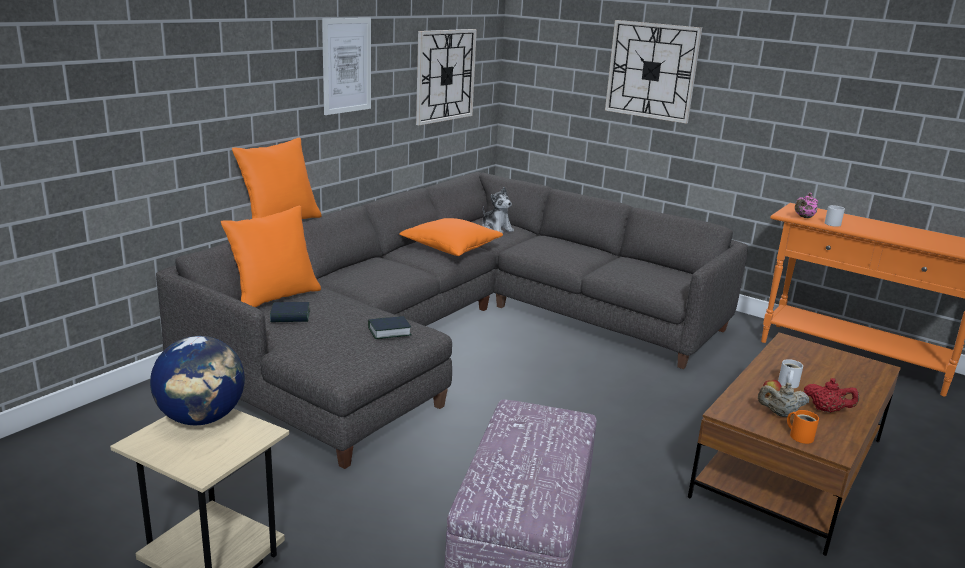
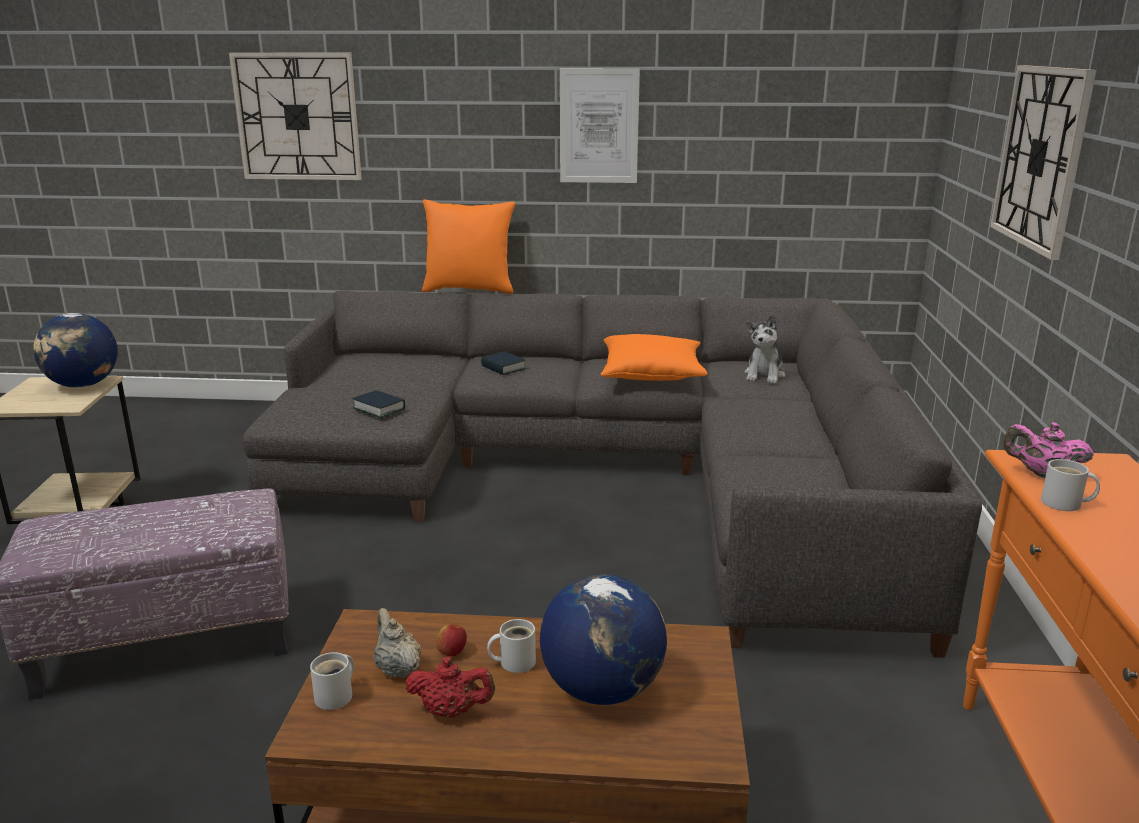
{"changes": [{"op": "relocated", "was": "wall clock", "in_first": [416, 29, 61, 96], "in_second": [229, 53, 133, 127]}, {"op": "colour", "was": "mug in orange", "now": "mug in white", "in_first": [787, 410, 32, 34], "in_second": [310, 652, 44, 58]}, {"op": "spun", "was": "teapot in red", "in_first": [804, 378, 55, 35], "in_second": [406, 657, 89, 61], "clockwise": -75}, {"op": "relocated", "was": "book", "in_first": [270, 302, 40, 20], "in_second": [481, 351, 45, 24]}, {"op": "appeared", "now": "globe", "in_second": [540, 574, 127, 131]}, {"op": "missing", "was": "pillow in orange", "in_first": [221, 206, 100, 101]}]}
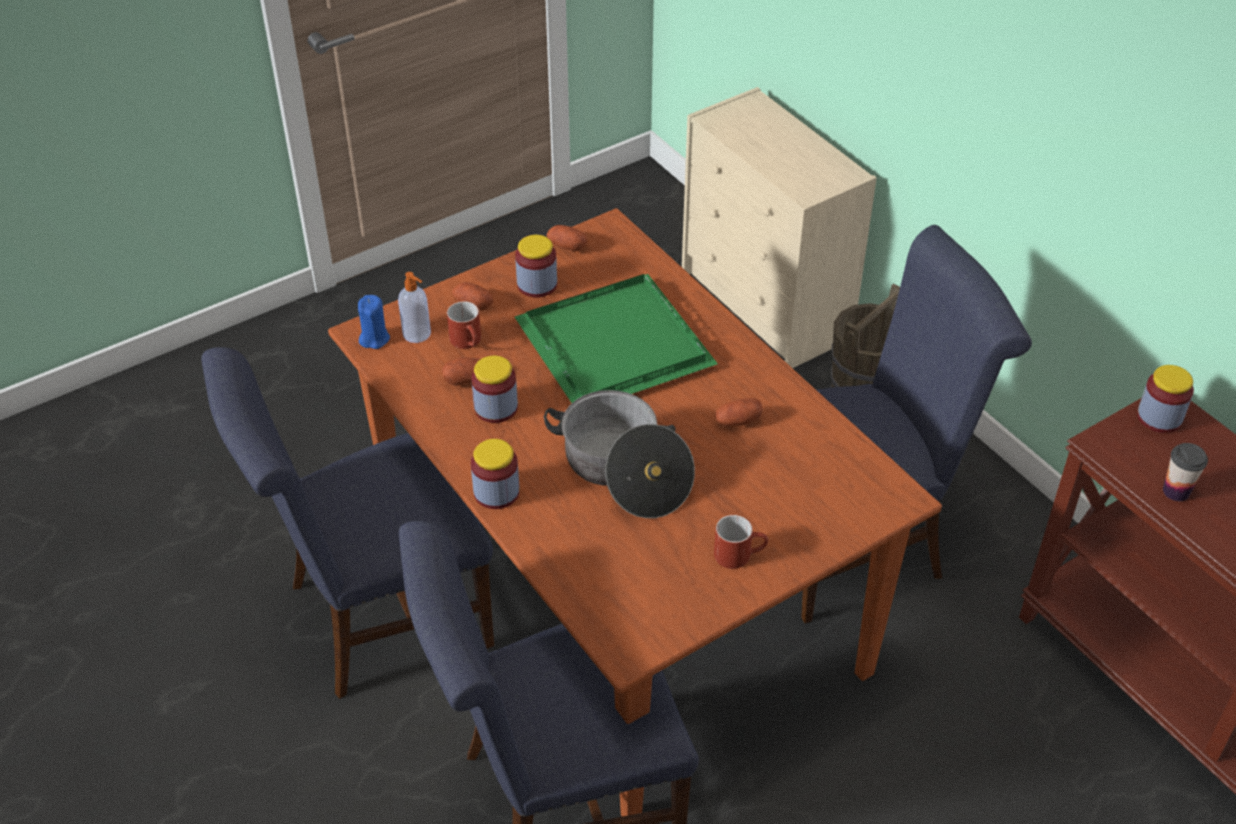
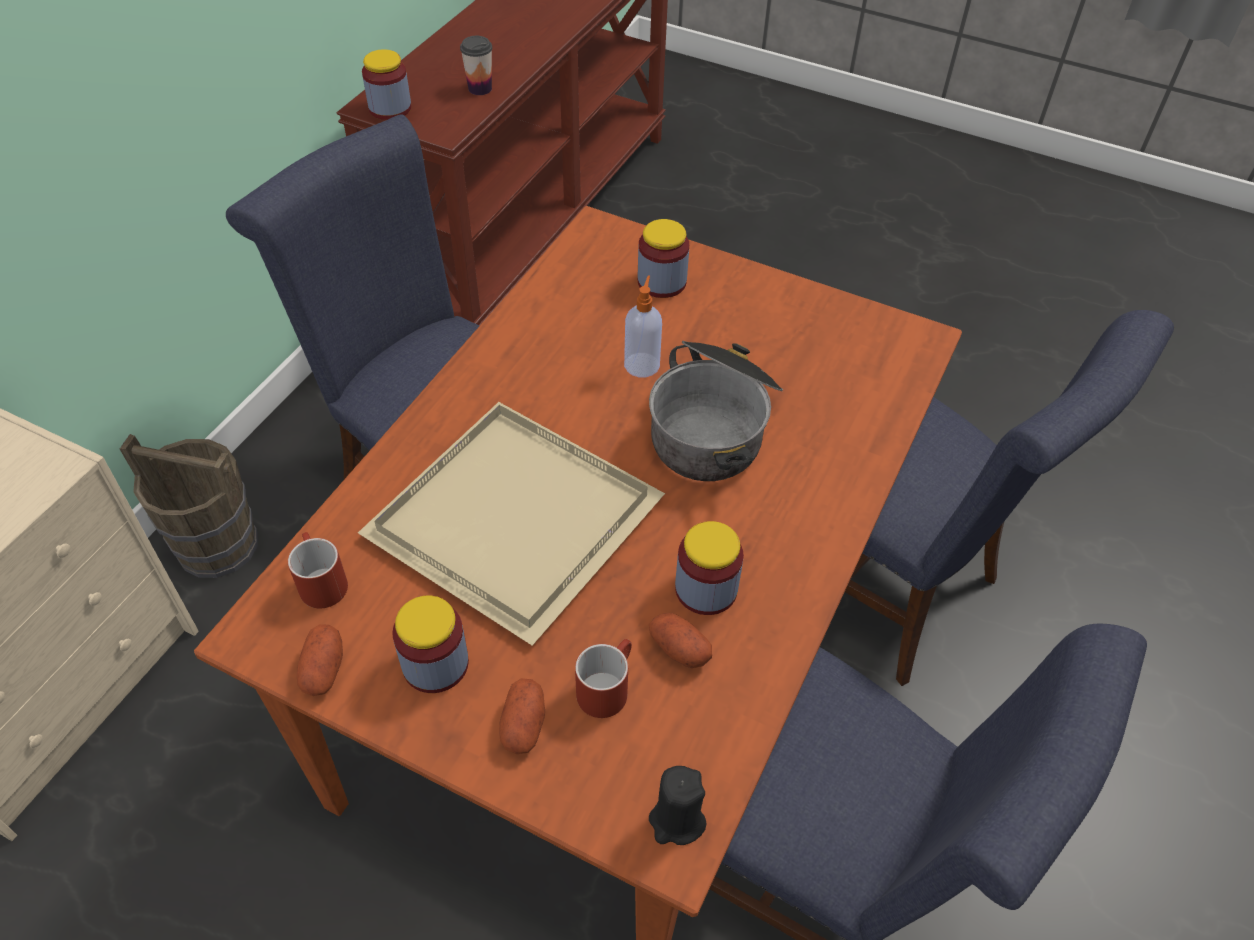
{"changes": [{"op": "relocated", "was": "mug in red", "in_first": [714, 515, 54, 54], "in_second": [288, 532, 60, 76]}, {"op": "colour", "was": "tray in green", "now": "tray in beige", "in_first": [515, 274, 203, 129], "in_second": [358, 402, 307, 244]}, {"op": "relocated", "was": "soap dispenser", "in_first": [398, 272, 33, 71], "in_second": [624, 275, 38, 102]}, {"op": "relocated", "was": "jar", "in_first": [471, 439, 49, 70], "in_second": [638, 219, 51, 79]}, {"op": "colour", "was": "candle in blue", "now": "candle in black", "in_first": [358, 295, 32, 54], "in_second": [649, 766, 57, 79]}, {"op": "missing", "was": "potato", "in_first": [715, 398, 48, 28]}]}
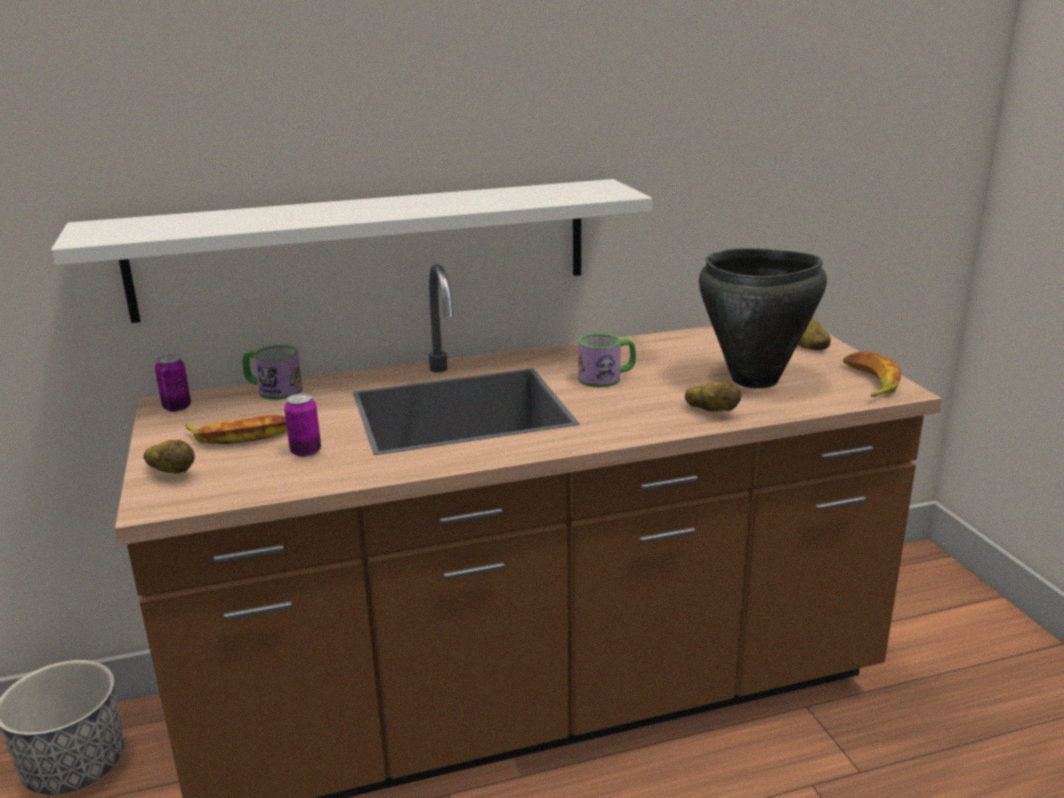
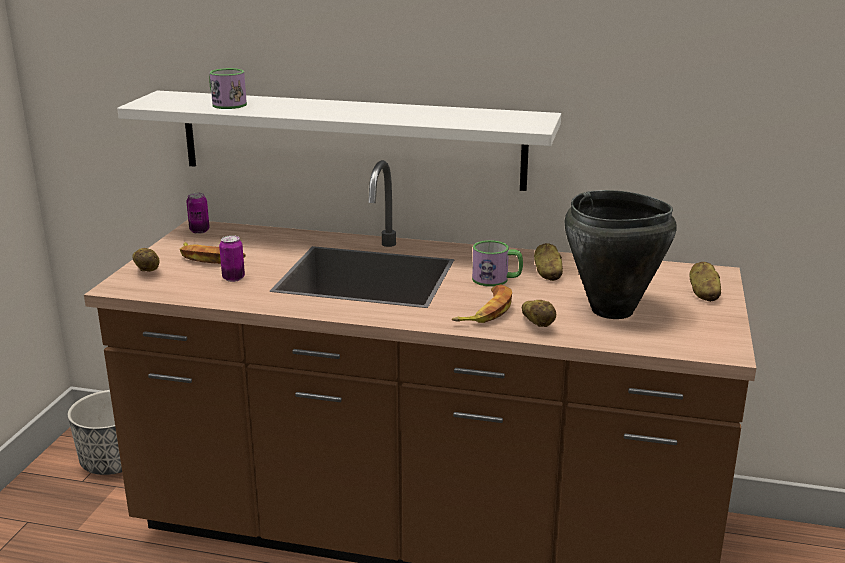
{"changes": [{"op": "relocated", "was": "mug", "in_first": [242, 345, 60, 55], "in_second": [209, 68, 38, 41]}, {"op": "relocated", "was": "banana", "in_first": [843, 351, 58, 46], "in_second": [452, 285, 60, 38]}, {"op": "appeared", "now": "potato", "in_second": [534, 243, 29, 38]}]}
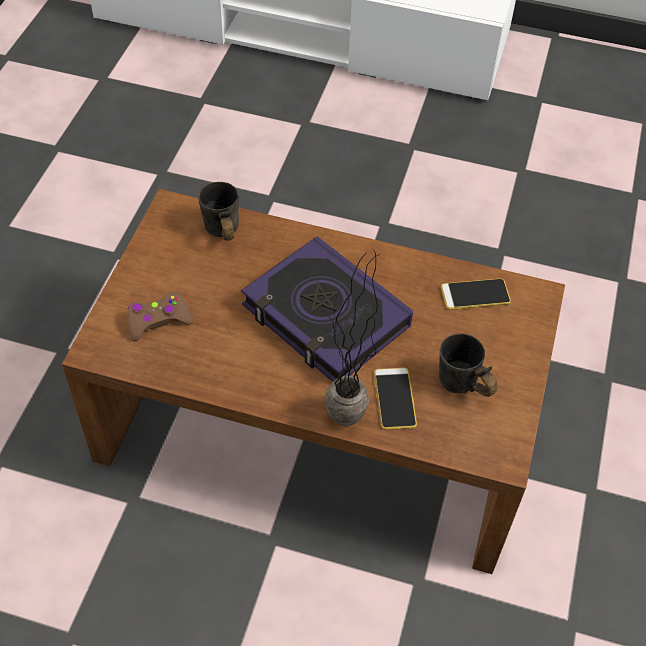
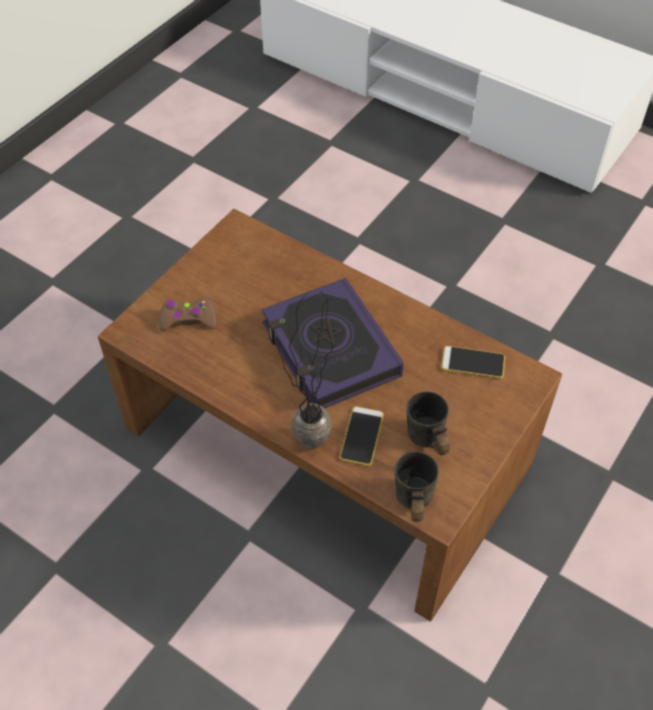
{"changes": [{"op": "relocated", "was": "mug in grey", "in_first": [198, 182, 41, 59], "in_second": [395, 452, 44, 70]}]}
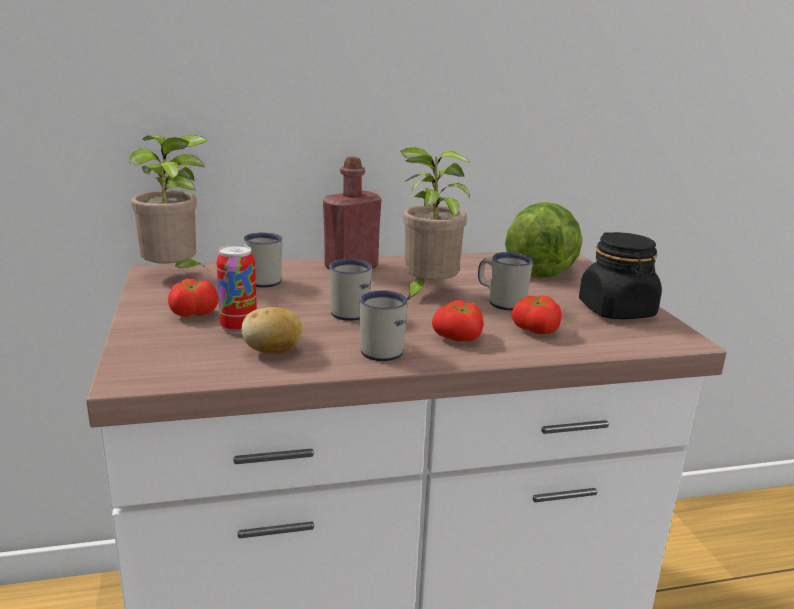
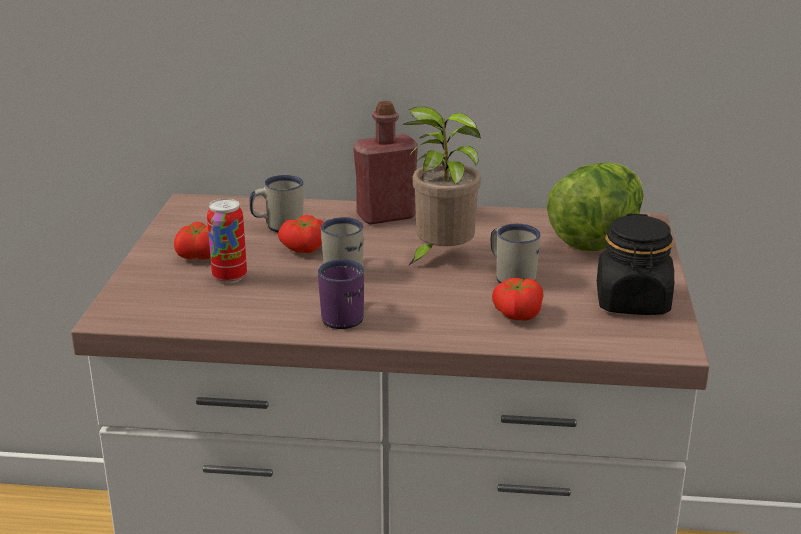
{"changes": [{"op": "relocated", "was": "tomato", "in_first": [432, 300, 51, 42], "in_second": [278, 215, 46, 39]}, {"op": "colour", "was": "mug in white", "now": "mug in purple", "in_first": [360, 290, 47, 71], "in_second": [318, 259, 46, 70]}, {"op": "missing", "was": "potted plant", "in_first": [129, 135, 79, 133]}, {"op": "missing", "was": "potato", "in_first": [242, 307, 61, 47]}]}
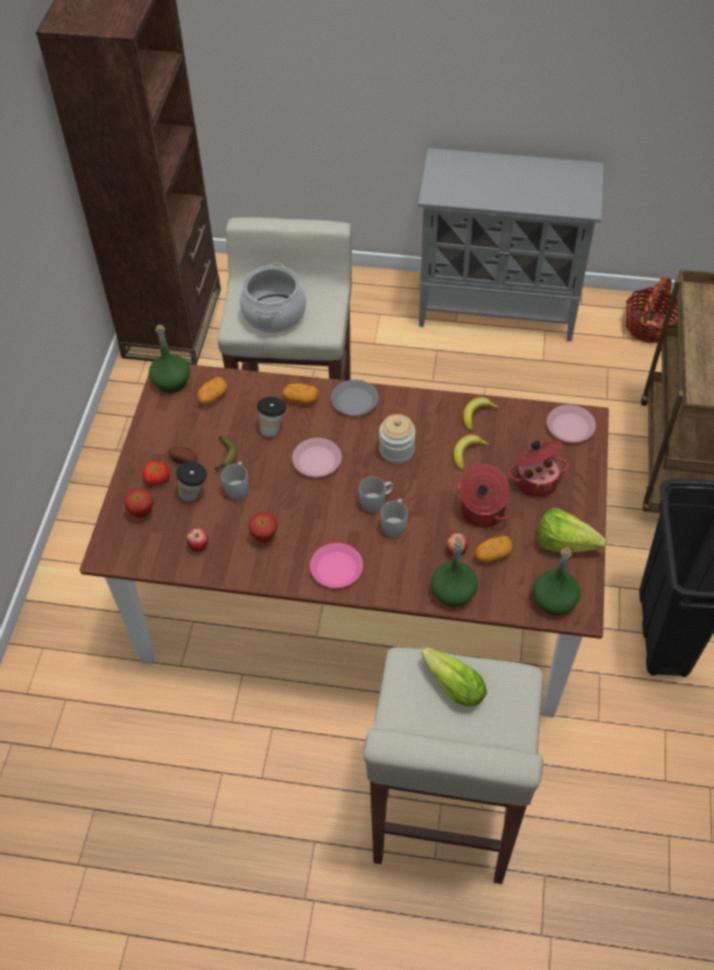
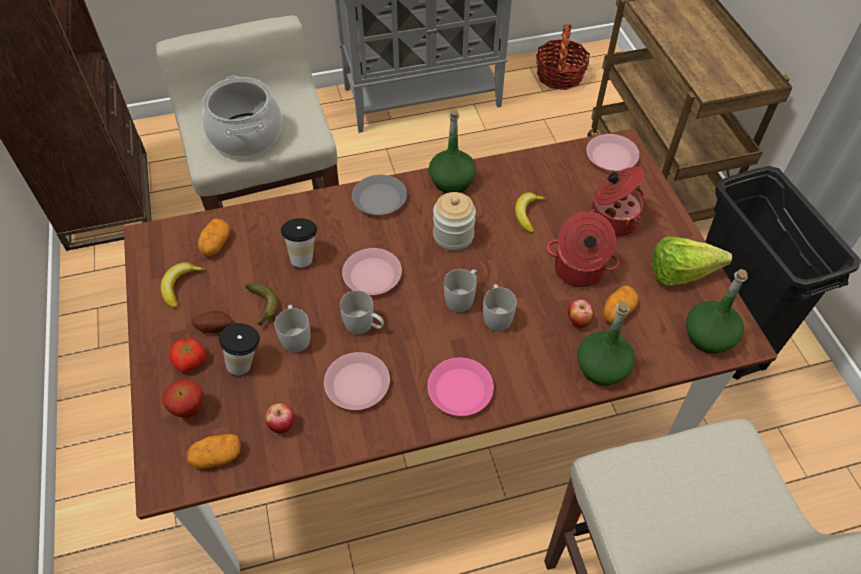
{"changes": [{"op": "relocated", "was": "banana", "in_first": [463, 397, 36, 33], "in_second": [161, 262, 44, 46]}, {"op": "relocated", "was": "potato", "in_first": [282, 383, 36, 21], "in_second": [187, 434, 54, 35]}, {"op": "exchanged", "was": "apple", "now": "plate in pink", "in_first": [248, 512, 29, 31], "in_second": [324, 352, 66, 58]}, {"op": "appeared", "now": "mug in white", "in_second": [340, 290, 44, 44]}, {"op": "relocated", "was": "bottle in green", "in_first": [149, 324, 41, 69], "in_second": [429, 109, 47, 84]}, {"op": "missing", "was": "lettuce", "in_first": [421, 647, 66, 59]}]}
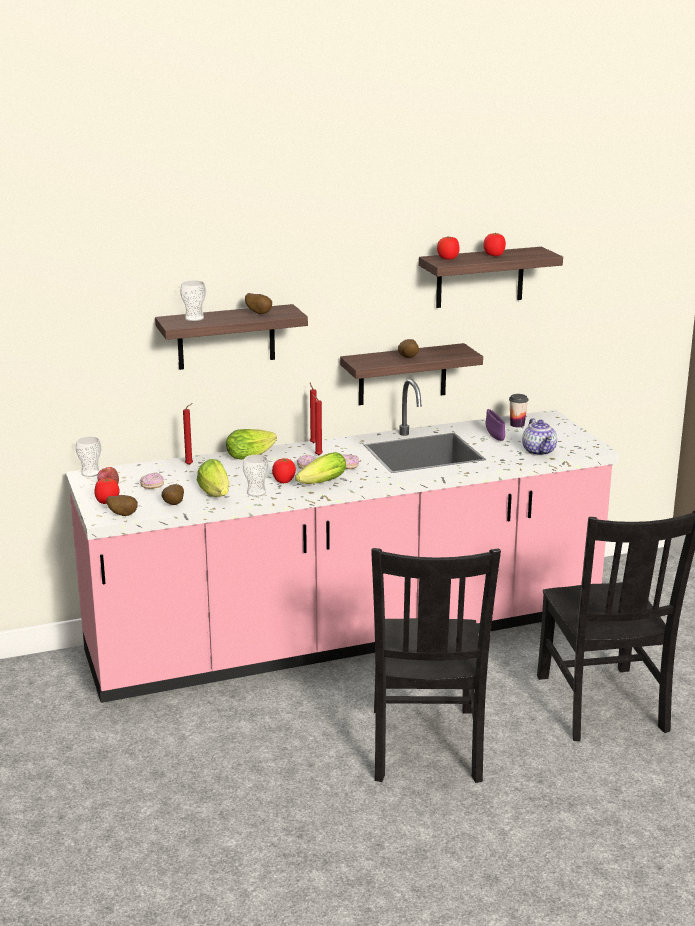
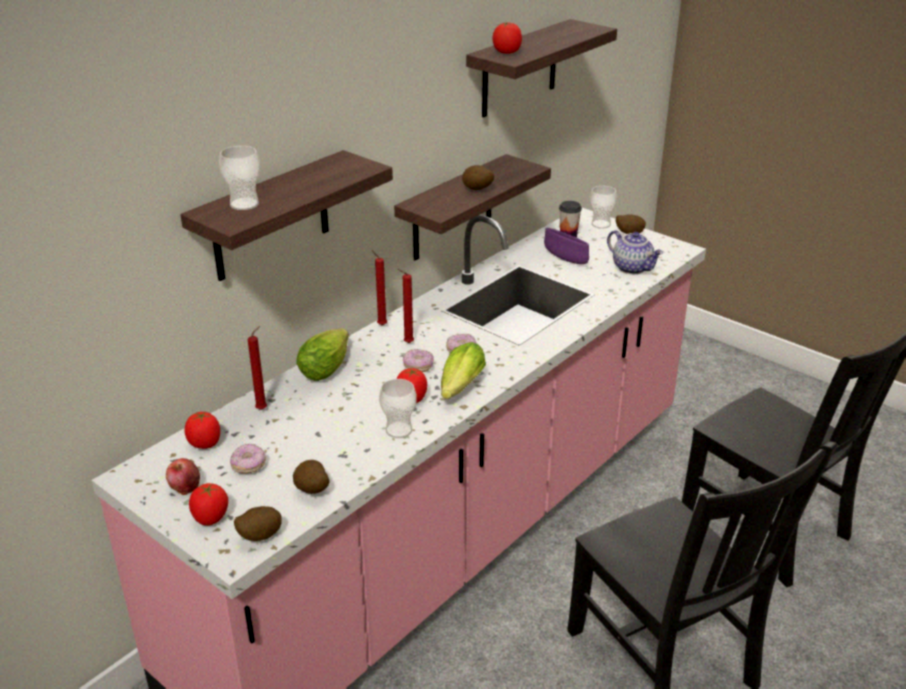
{"changes": [{"op": "relocated", "was": "tomato", "in_first": [483, 233, 23, 23], "in_second": [185, 410, 35, 39]}, {"op": "relocated", "was": "cup", "in_first": [76, 436, 26, 41], "in_second": [590, 186, 27, 43]}, {"op": "relocated", "was": "potato", "in_first": [245, 293, 27, 21], "in_second": [616, 214, 30, 20]}, {"op": "missing", "was": "lettuce", "in_first": [197, 459, 32, 38]}]}
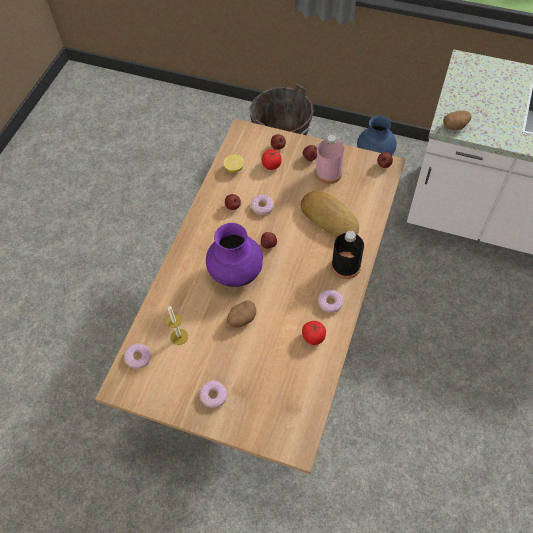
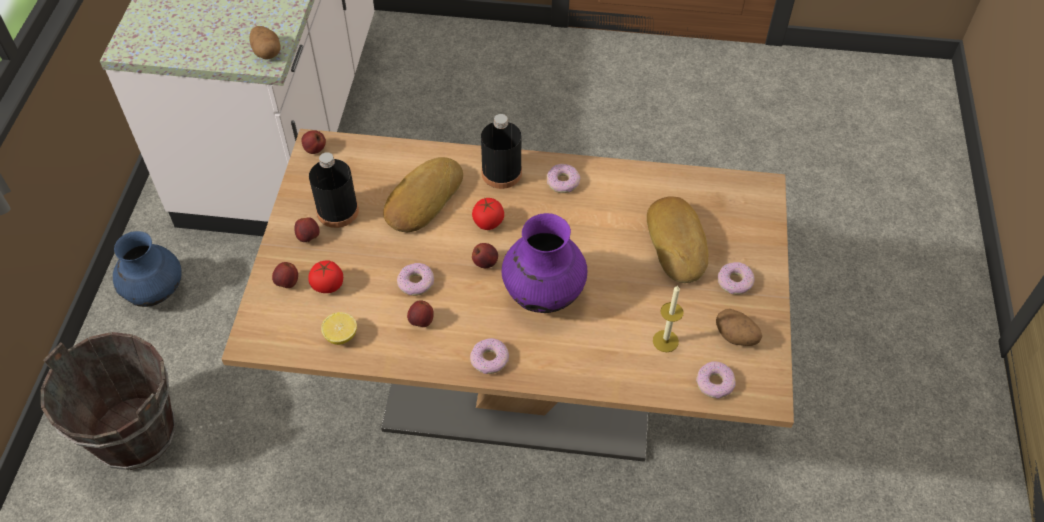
{"changes": [{"op": "colour", "was": "bottle in pink", "now": "bottle in black", "in_first": [315, 135, 29, 49], "in_second": [309, 152, 50, 76]}, {"op": "appeared", "now": "donut", "in_second": [470, 338, 39, 36]}, {"op": "relocated", "was": "tomato", "in_first": [302, 321, 24, 24], "in_second": [472, 198, 32, 32]}, {"op": "appeared", "now": "bread", "in_second": [647, 196, 61, 87]}, {"op": "relocated", "was": "potato", "in_first": [227, 301, 29, 26], "in_second": [716, 309, 46, 37]}]}
